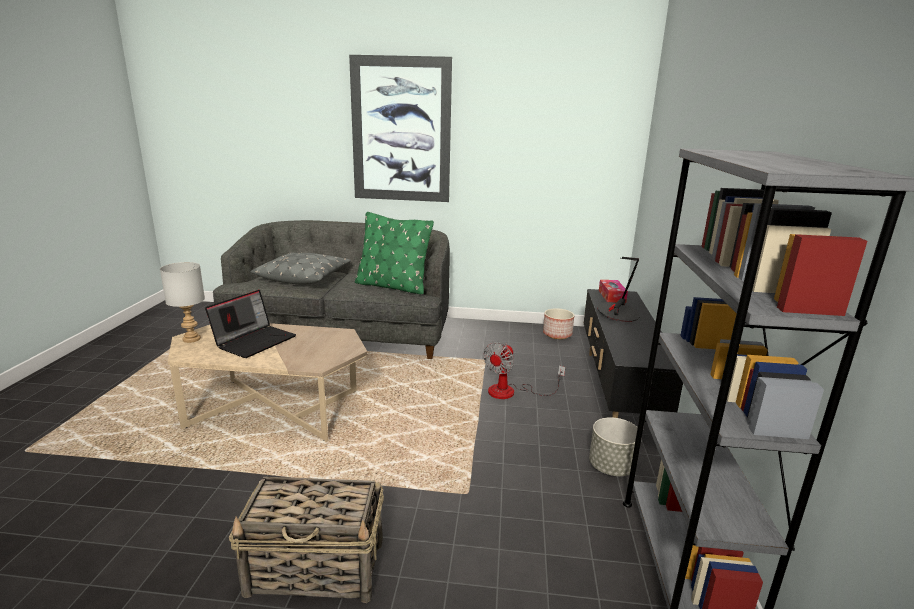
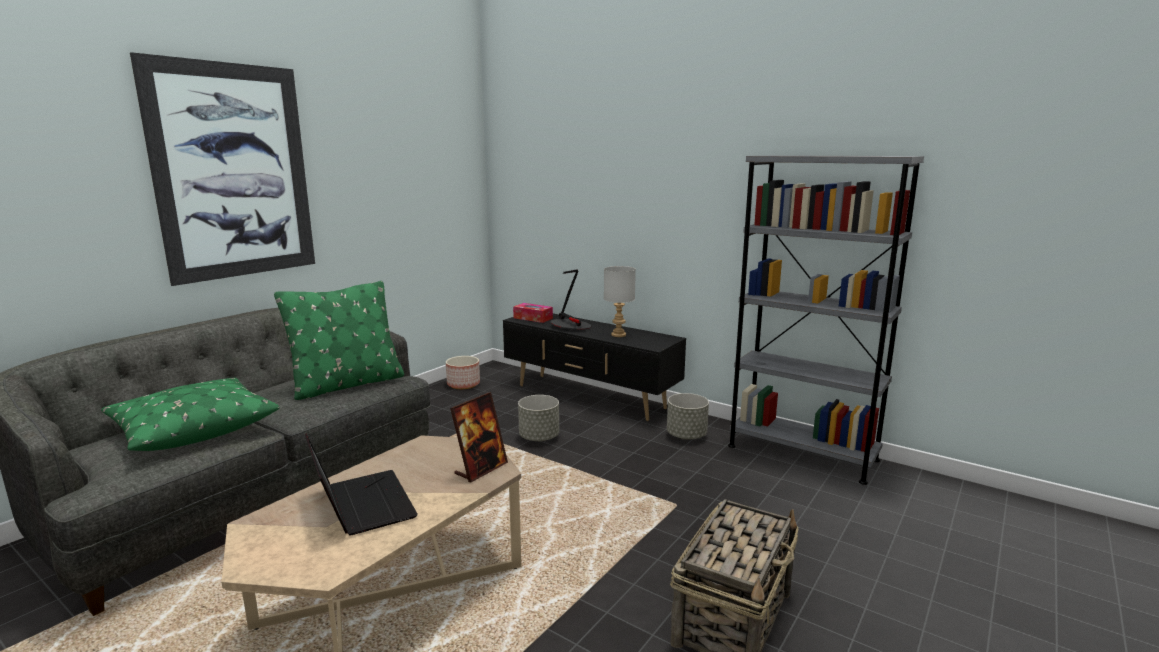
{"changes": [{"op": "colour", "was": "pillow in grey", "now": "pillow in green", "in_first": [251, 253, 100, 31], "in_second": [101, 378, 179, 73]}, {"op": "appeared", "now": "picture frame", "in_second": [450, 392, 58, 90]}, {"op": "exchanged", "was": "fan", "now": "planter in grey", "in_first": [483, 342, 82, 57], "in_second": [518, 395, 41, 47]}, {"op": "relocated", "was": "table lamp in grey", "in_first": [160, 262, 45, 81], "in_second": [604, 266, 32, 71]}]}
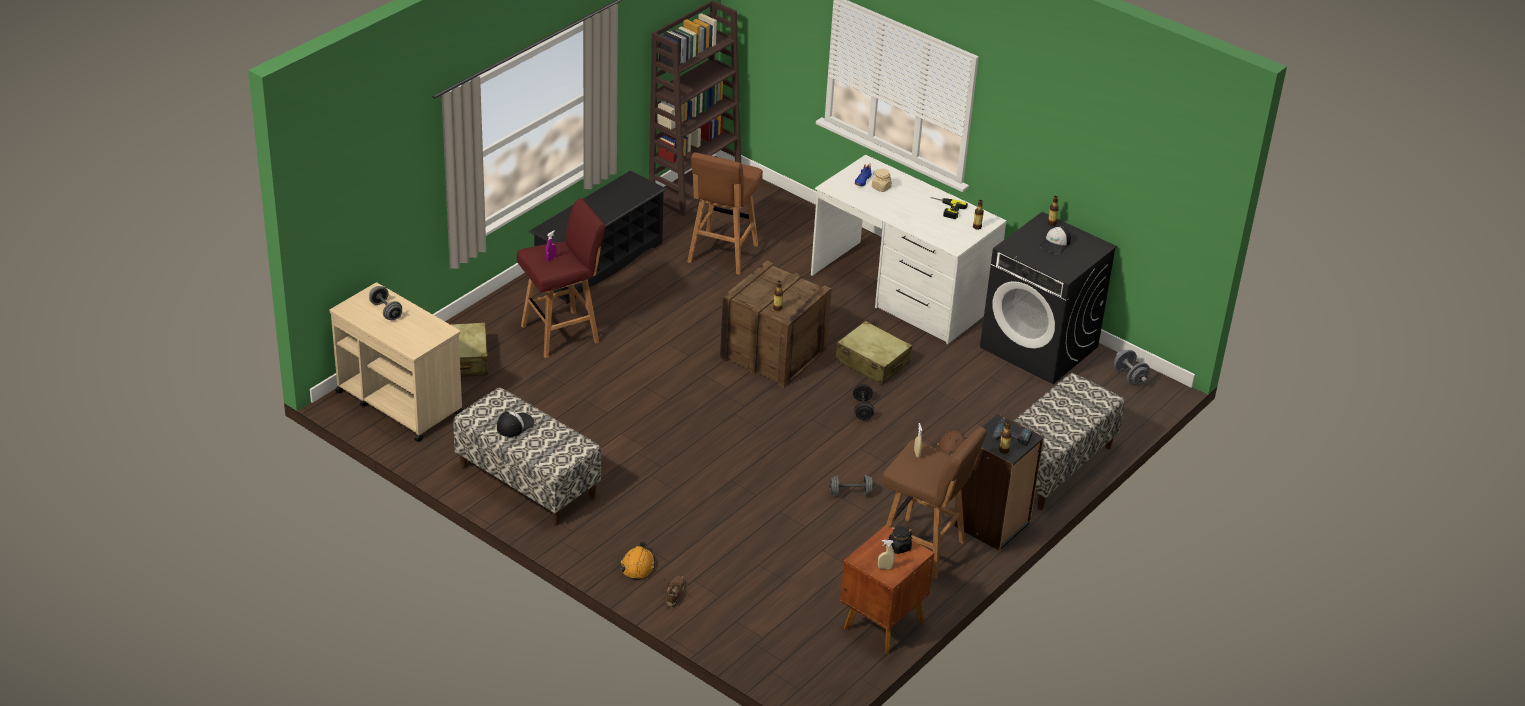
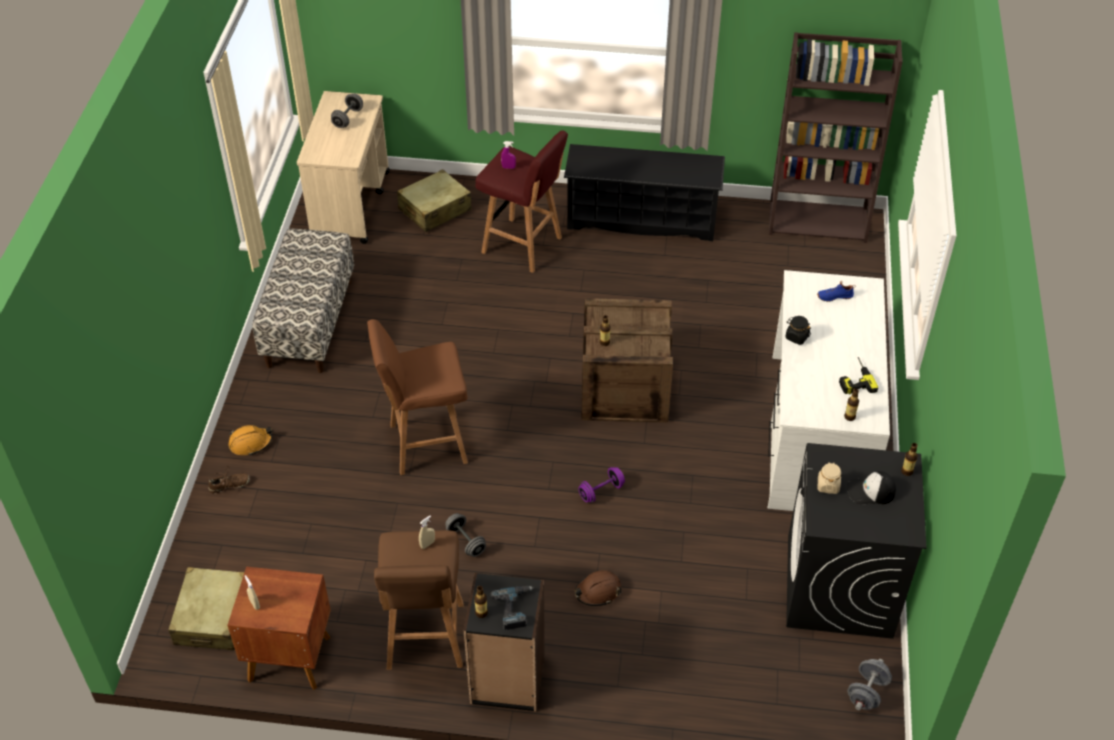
{"changes": [{"op": "relocated", "was": "suitcase in beige", "in_first": [835, 321, 77, 64], "in_second": [168, 567, 76, 84]}, {"op": "relocated", "was": "stool in brown", "in_first": [687, 152, 76, 123], "in_second": [367, 319, 101, 156]}, {"op": "colour", "was": "dumbbell in black", "now": "dumbbell in purple", "in_first": [853, 384, 21, 36], "in_second": [578, 467, 47, 35]}, {"op": "relocated", "was": "jar in black", "in_first": [889, 526, 23, 28], "in_second": [785, 316, 26, 29]}, {"op": "relocated", "was": "jar in beige", "in_first": [872, 169, 20, 23], "in_second": [818, 462, 23, 32]}, {"op": "missing", "was": "cap", "in_first": [497, 411, 37, 26]}, {"op": "missing", "was": "bench", "in_first": [1013, 373, 111, 137]}]}
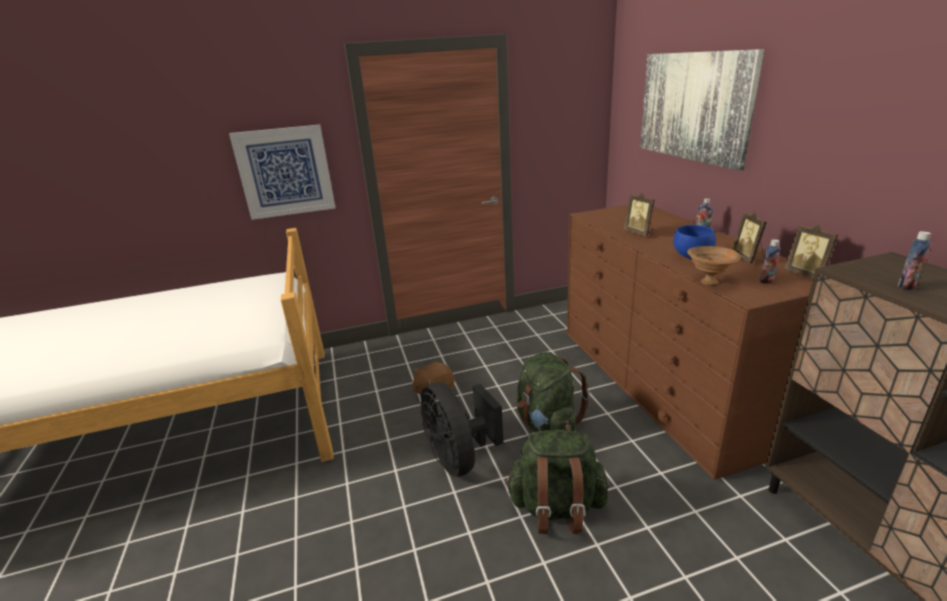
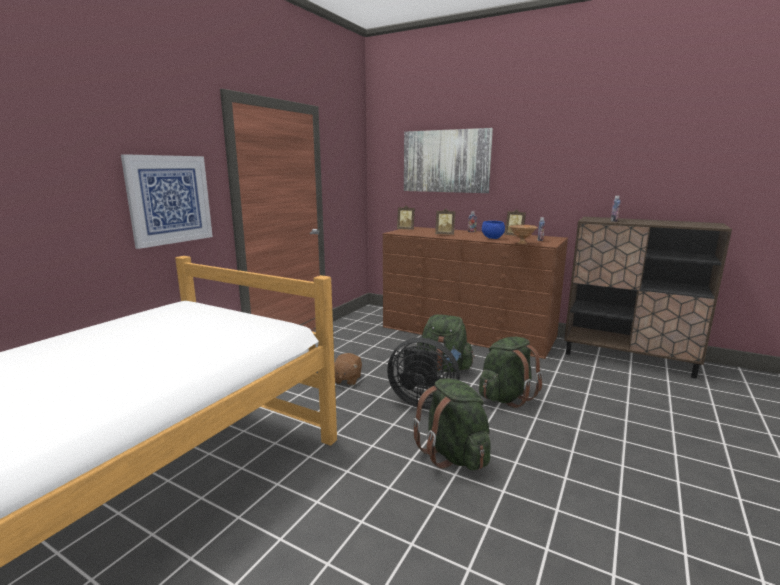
{"changes": [{"op": "relocated", "was": "picture frame", "in_first": [784, 224, 54, 54], "in_second": [397, 205, 18, 25]}, {"op": "appeared", "now": "backpack in green", "in_second": [413, 378, 78, 92]}]}
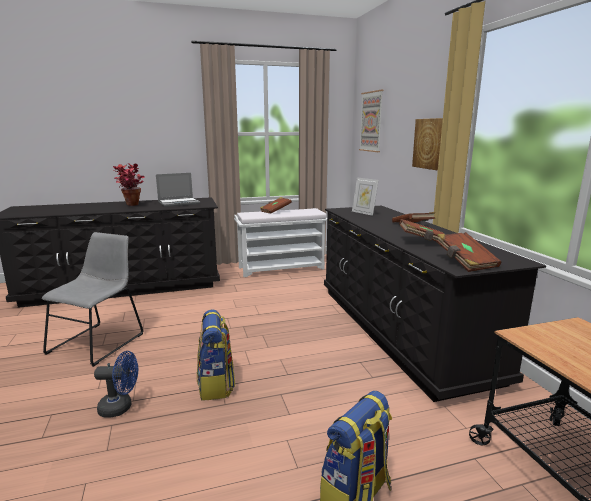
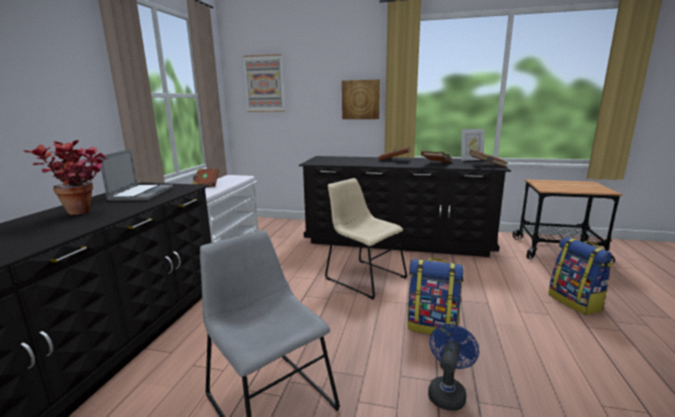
{"changes": [{"op": "appeared", "now": "chair in beige", "in_second": [325, 178, 83, 121]}, {"op": "relocated", "was": "picture frame", "in_first": [352, 177, 27, 39], "in_second": [461, 129, 23, 32]}]}
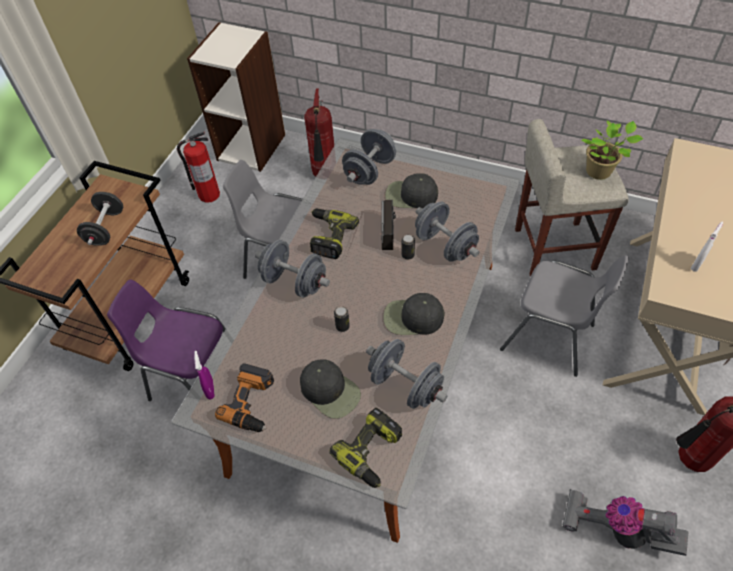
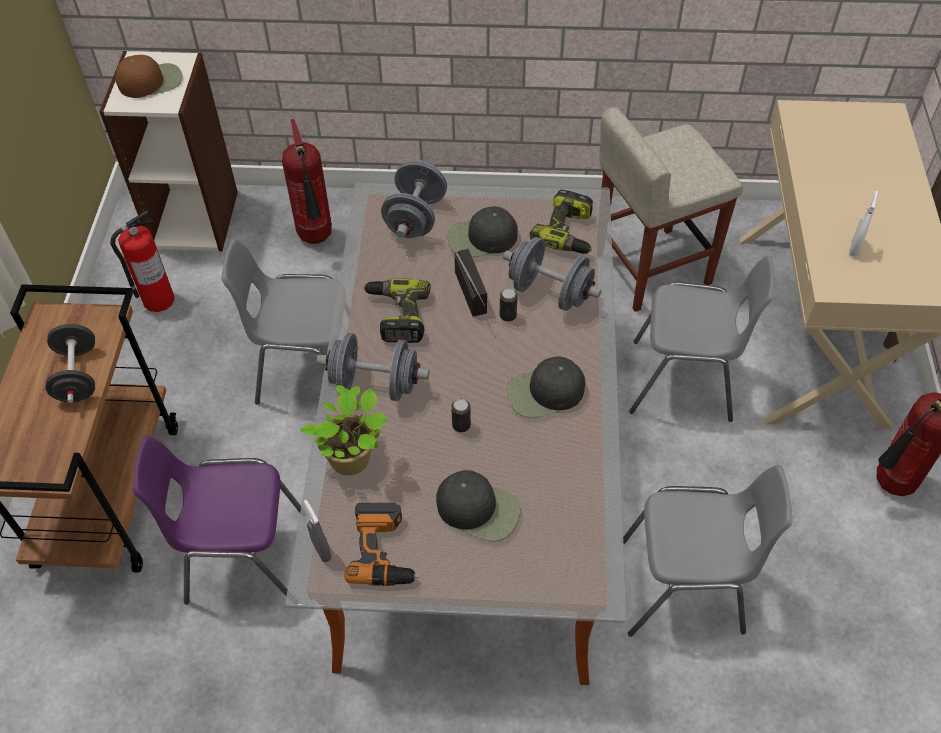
{"changes": [{"op": "appeared", "now": "cap in brown", "in_second": [116, 55, 67, 43]}, {"op": "relocated", "was": "potted plant", "in_first": [581, 121, 62, 59], "in_second": [300, 385, 88, 90]}, {"op": "colour", "was": "spray bottle in purple", "now": "spray bottle in grey", "in_first": [194, 351, 21, 49], "in_second": [304, 500, 28, 62]}, {"op": "relocated", "was": "power drill", "in_first": [329, 408, 73, 80], "in_second": [530, 190, 63, 64]}, {"op": "appeared", "now": "chair in grey", "in_second": [623, 465, 170, 172]}, {"op": "missing", "was": "dumbbell in grey", "in_first": [366, 339, 81, 70]}, {"op": "missing", "was": "vacuum cleaner", "in_first": [563, 489, 125, 67]}]}
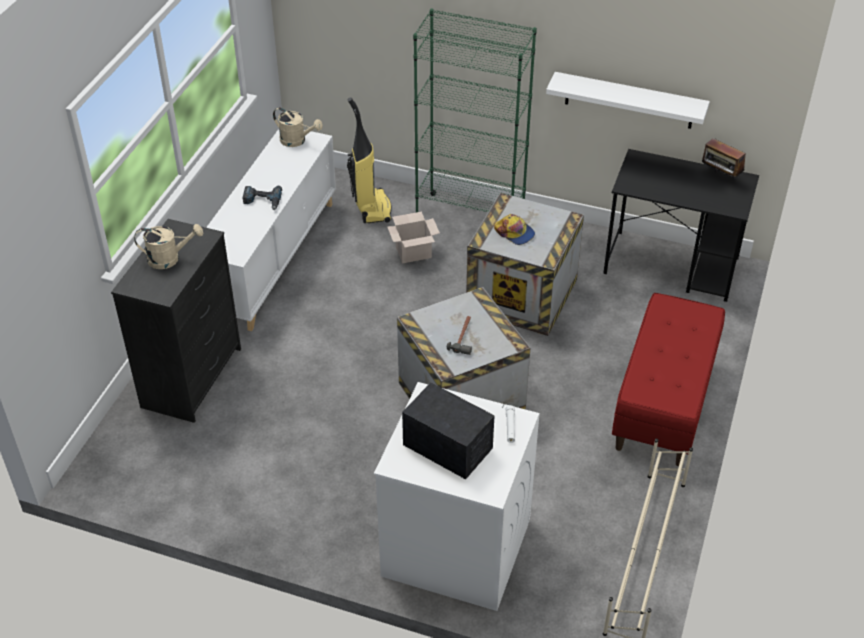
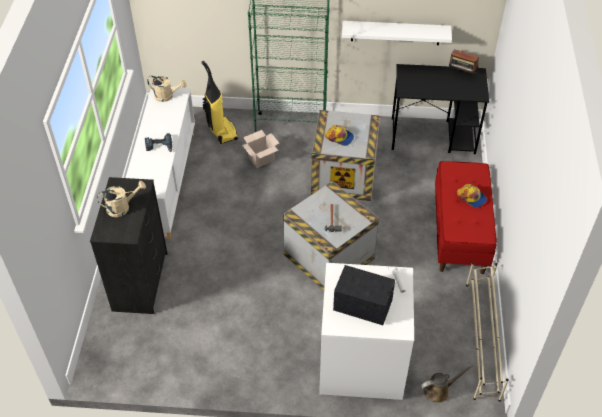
{"changes": [{"op": "appeared", "now": "watering can in brown", "in_second": [421, 365, 52, 38]}, {"op": "appeared", "now": "cap", "in_second": [457, 184, 30, 24]}]}
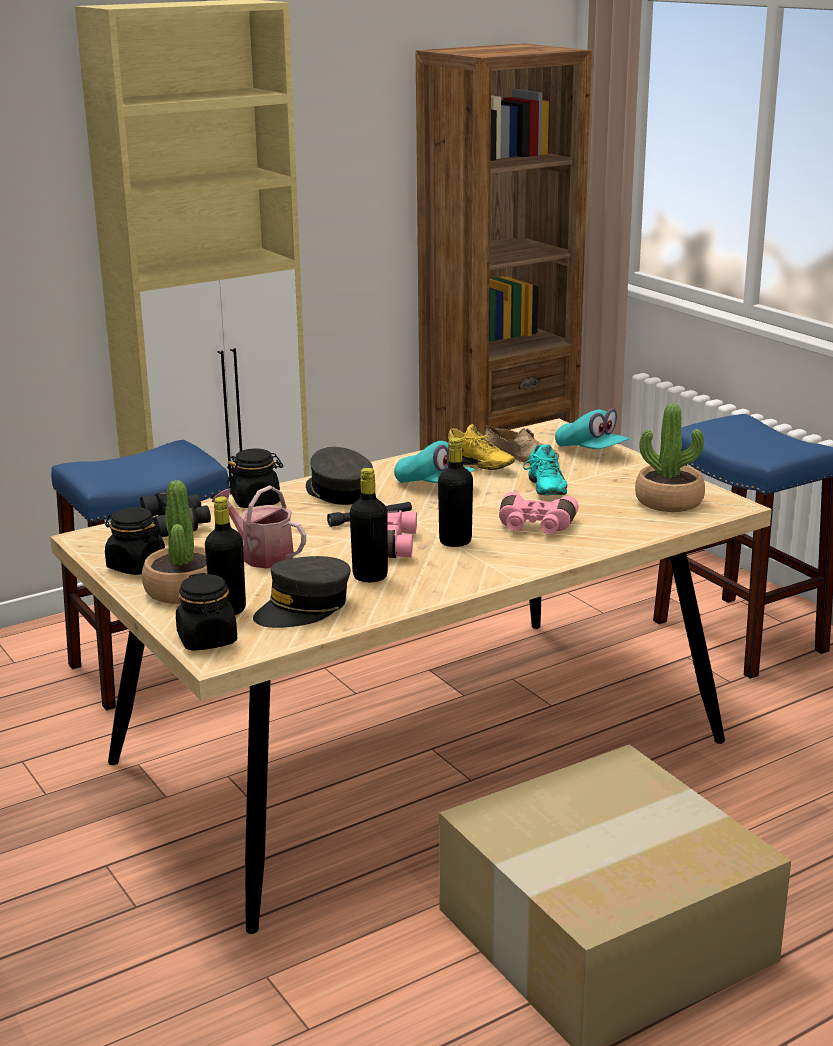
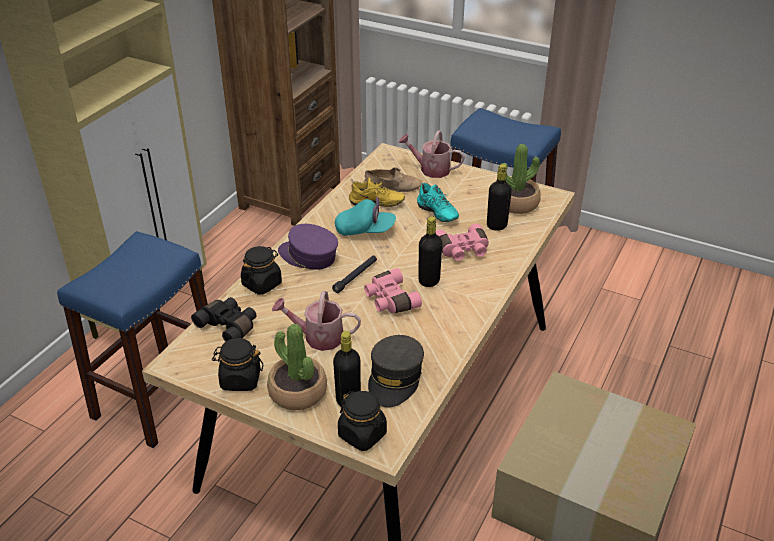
{"changes": [{"op": "colour", "was": "cap in grey", "now": "cap in purple", "in_first": [306, 447, 67, 58], "in_second": [278, 224, 60, 46]}, {"op": "exchanged", "was": "cap in turquoise", "now": "watering can", "in_first": [555, 408, 75, 41], "in_second": [398, 130, 67, 48]}, {"op": "relocated", "was": "bottle in black", "in_first": [350, 468, 38, 114], "in_second": [487, 164, 25, 67]}]}
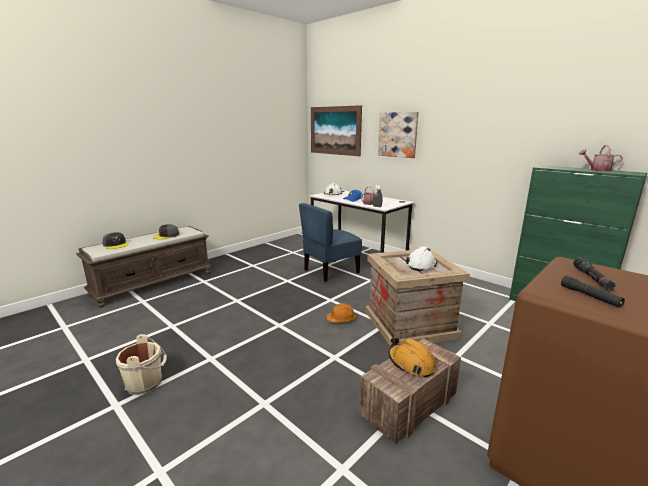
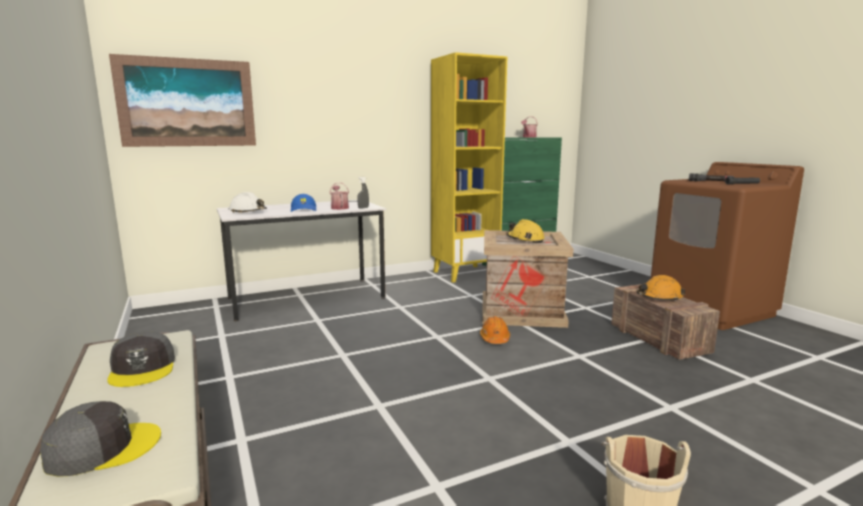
{"changes": [{"op": "appeared", "now": "bookcase in yellow", "in_second": [431, 52, 76, 230]}, {"op": "colour", "was": "hard hat in white", "now": "hard hat in yellow", "in_first": [406, 246, 31, 25], "in_second": [507, 219, 38, 24]}, {"op": "missing", "was": "chair in blue", "in_first": [299, 203, 63, 79]}, {"op": "missing", "was": "picture", "in_first": [378, 112, 41, 46]}]}
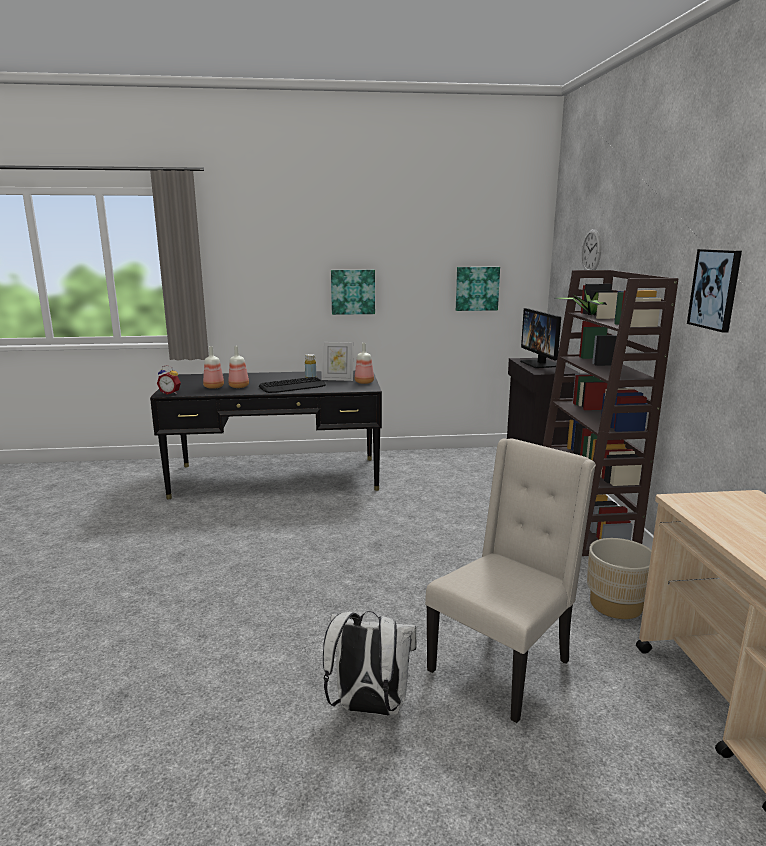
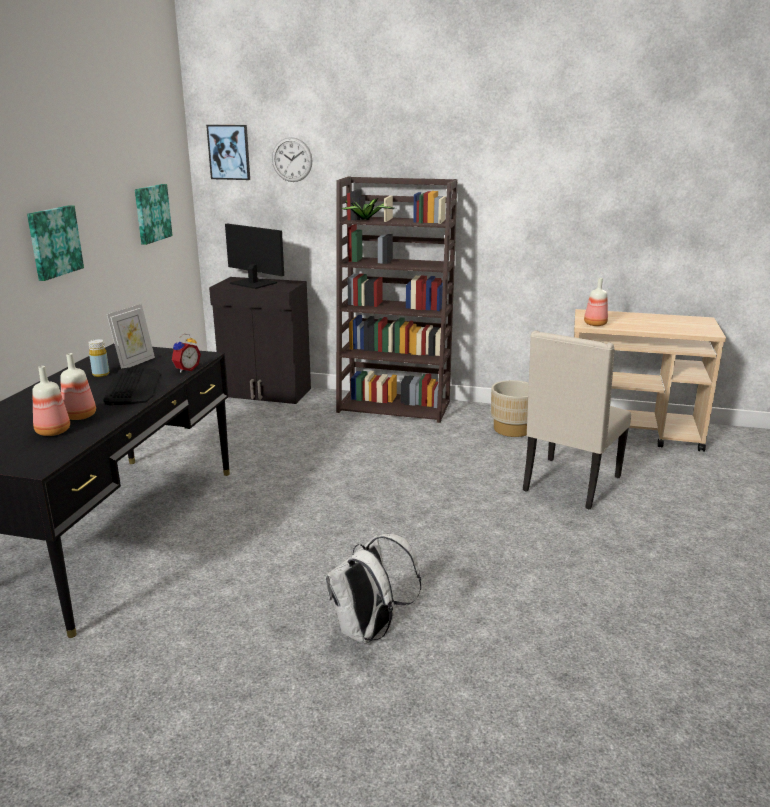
{"changes": [{"op": "relocated", "was": "alarm clock", "in_first": [157, 365, 24, 30], "in_second": [172, 334, 29, 39]}, {"op": "relocated", "was": "picture", "in_first": [687, 249, 55, 84], "in_second": [206, 125, 44, 55]}, {"op": "spun", "was": "monitor", "in_first": [520, 308, 41, 60], "in_second": [225, 224, 59, 65], "clockwise": -150}, {"op": "relocated", "was": "backpack in white", "in_first": [323, 611, 94, 105], "in_second": [325, 534, 96, 110]}, {"op": "spun", "was": "chair in beige", "in_first": [425, 439, 171, 284], "in_second": [523, 331, 108, 178], "clockwise": -120}, {"op": "relocated", "was": "bottle", "in_first": [355, 343, 19, 41], "in_second": [584, 278, 24, 48]}]}
